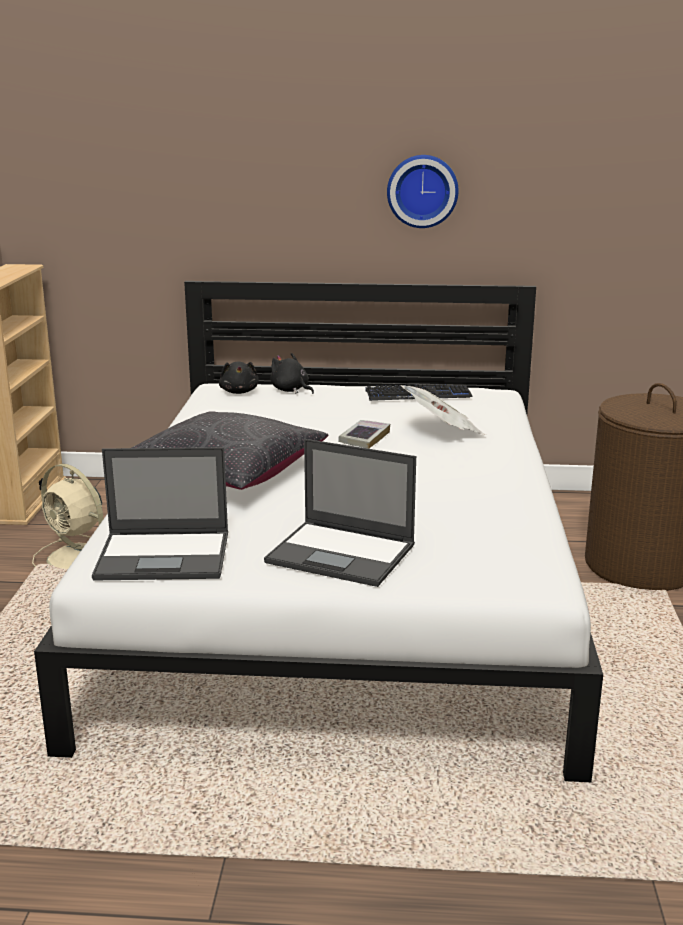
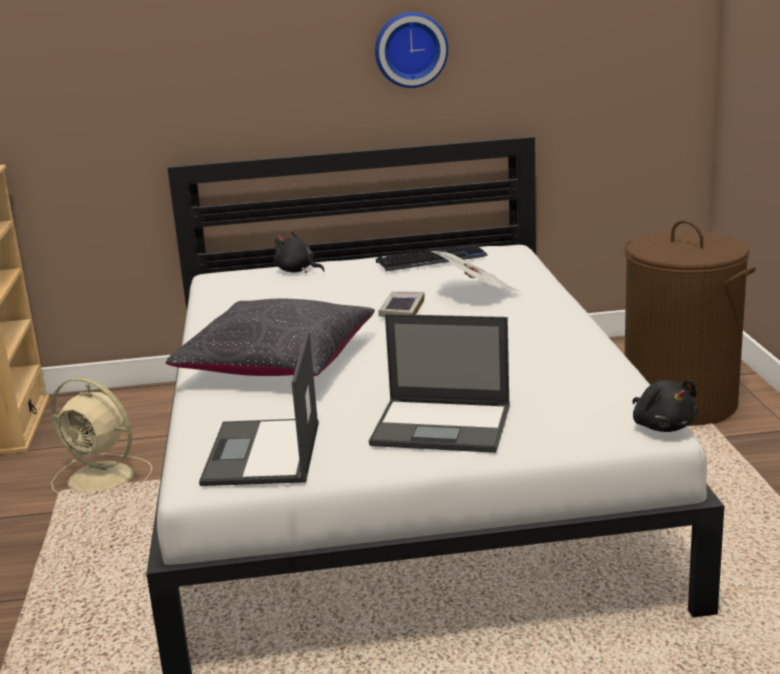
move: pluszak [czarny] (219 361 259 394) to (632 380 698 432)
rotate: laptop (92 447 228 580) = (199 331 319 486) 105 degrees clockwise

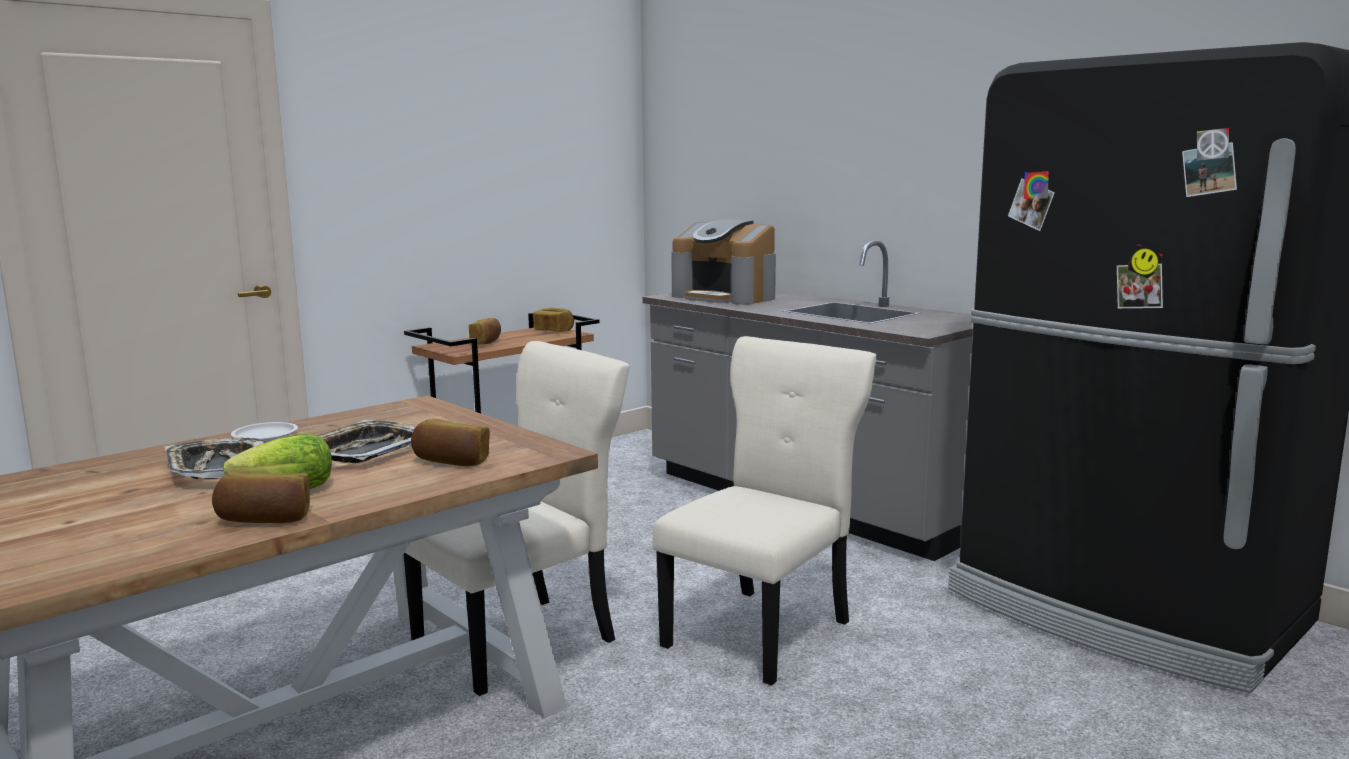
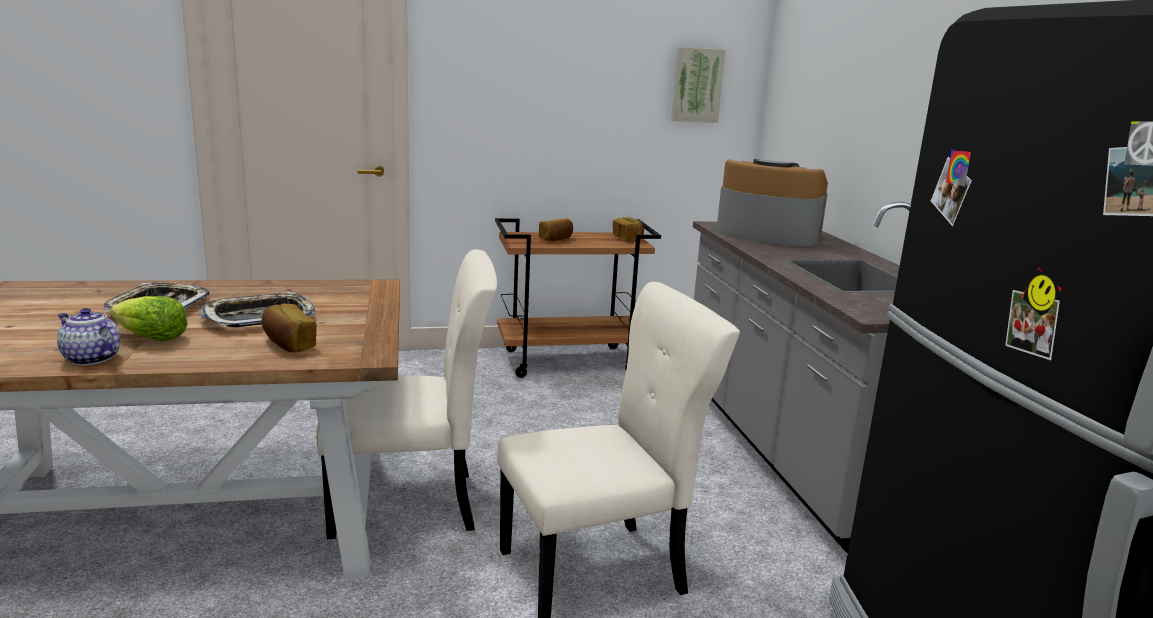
delete: talerz [biały] (231 422 298 442)
insert: obraz (671 47 726 123)
replace: chleb (212 471 310 523) to imbryk (57 308 120 365)
rotate: ekspres do kawy (671 219 776 305) = (716 159 828 246) 135 degrees clockwise

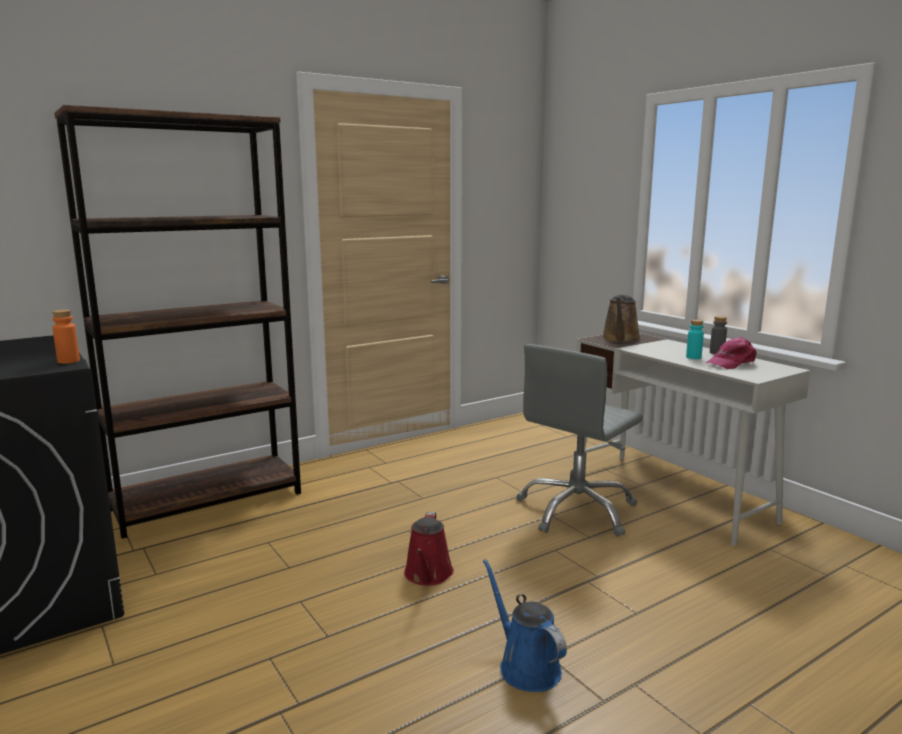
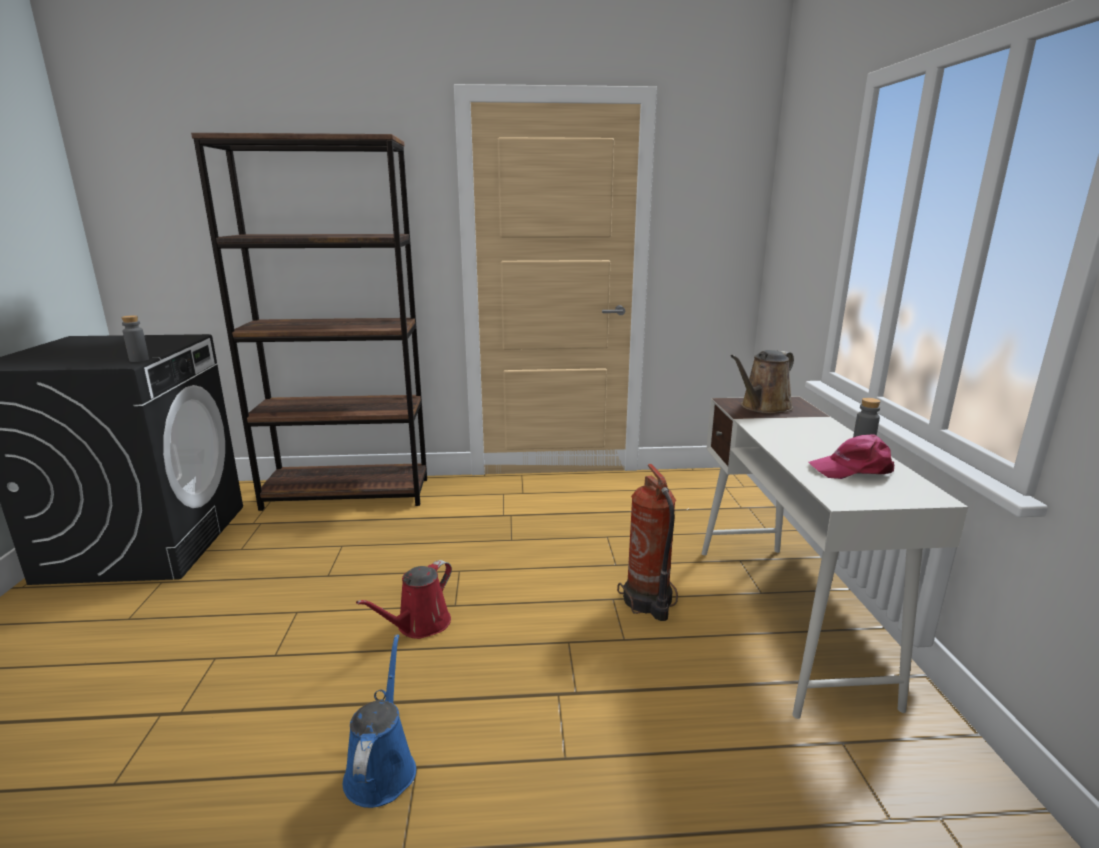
delete: butelka [turkusowy] (686 320 704 359)
replace: krzesło biurowe [szary] (516 344 643 537) to gaśnica (617 464 678 621)
recolor: butelka [pomarańczowy] (52 309 80 364) to butelka [szary] (121 315 149 362)

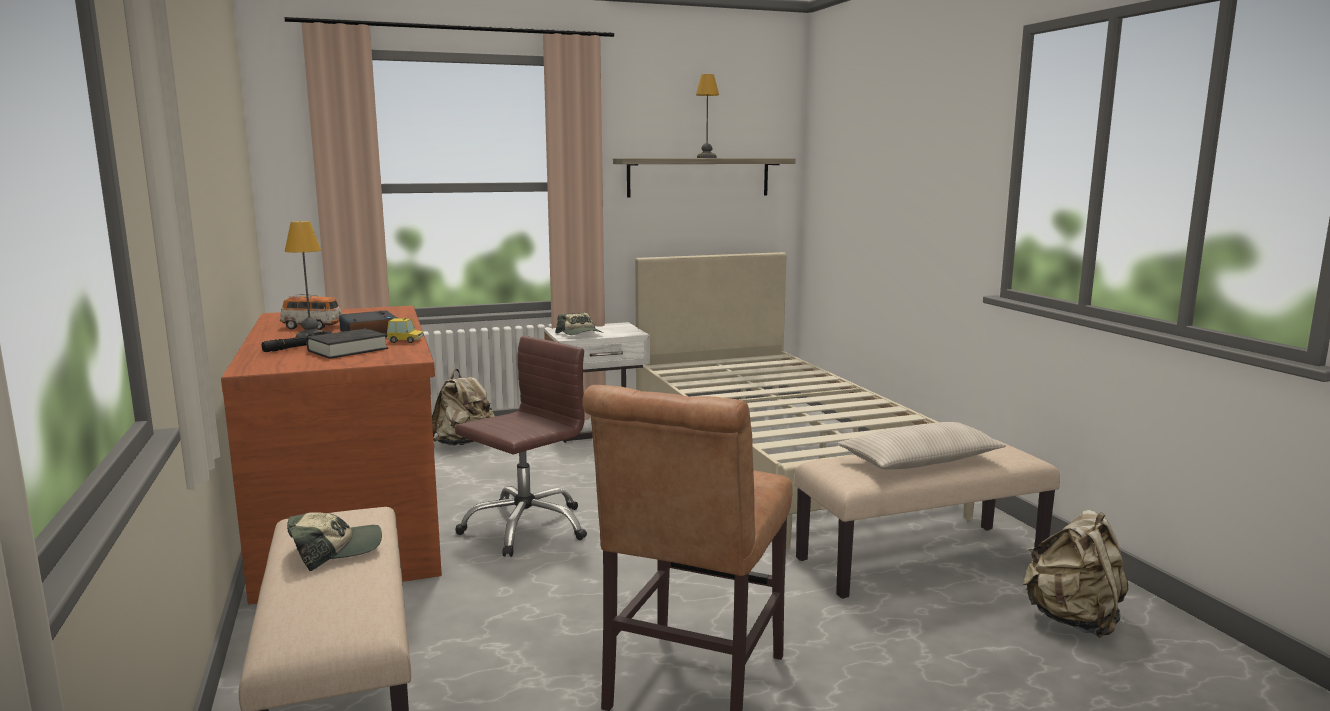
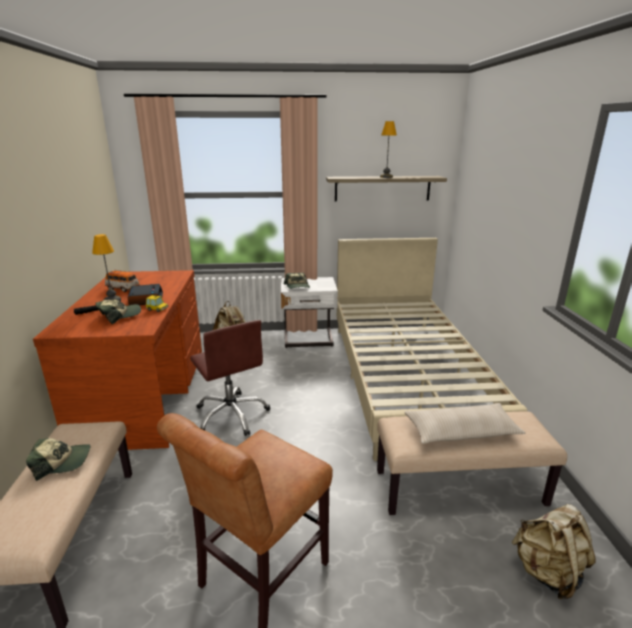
replace: książka [czarny] (306 328 388 359) to czapka z daszkiem (96 300 141 324)
rotate: krzesło biurowe [brązowy] (455 336 587 557) = (190 320 270 436) 90 degrees clockwise

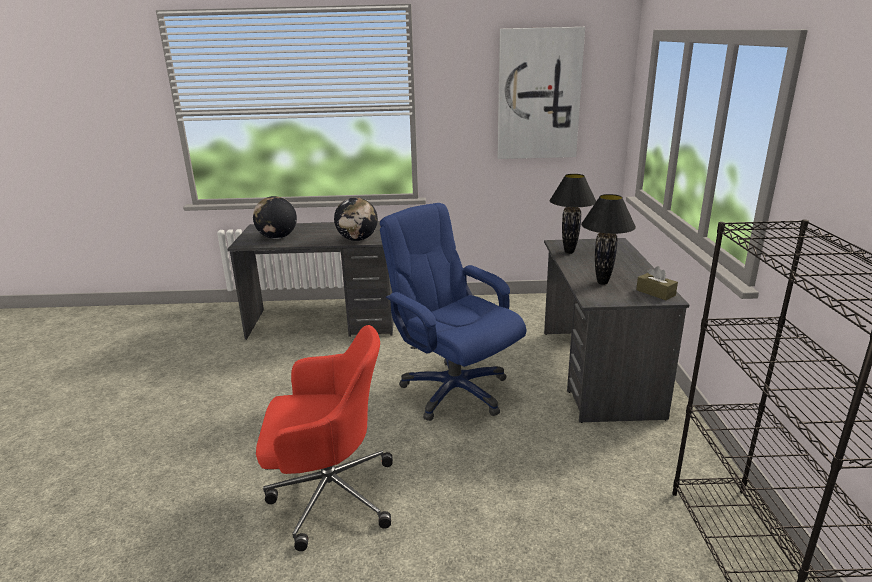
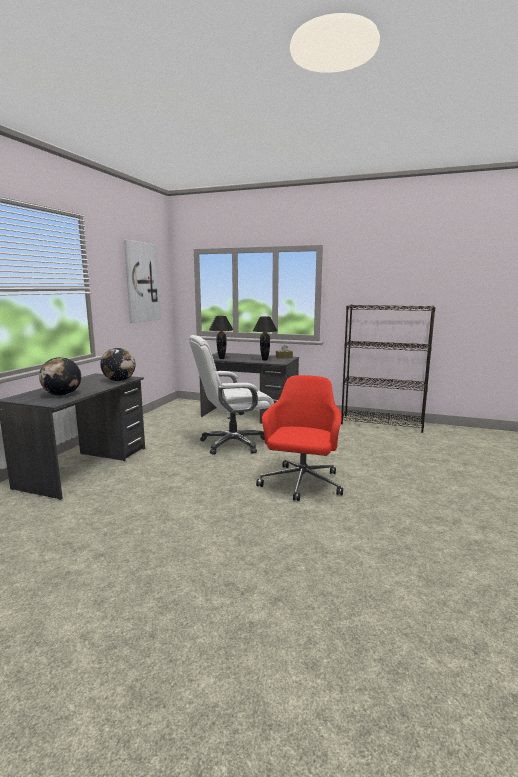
recolor: krzesło biurowe [niebieski] (380 203 526 421) to krzesło biurowe [biały] (189 335 274 455)

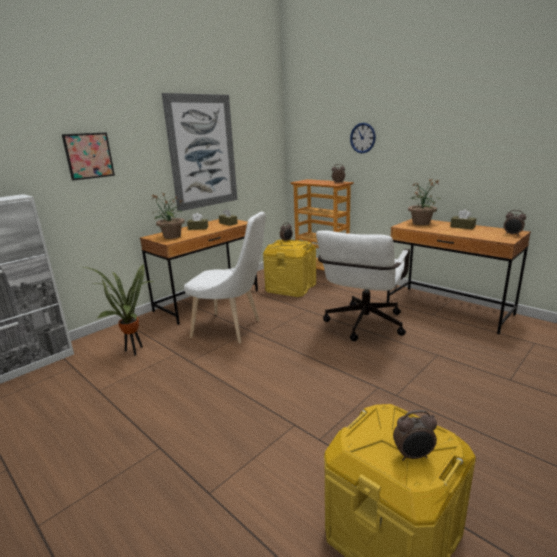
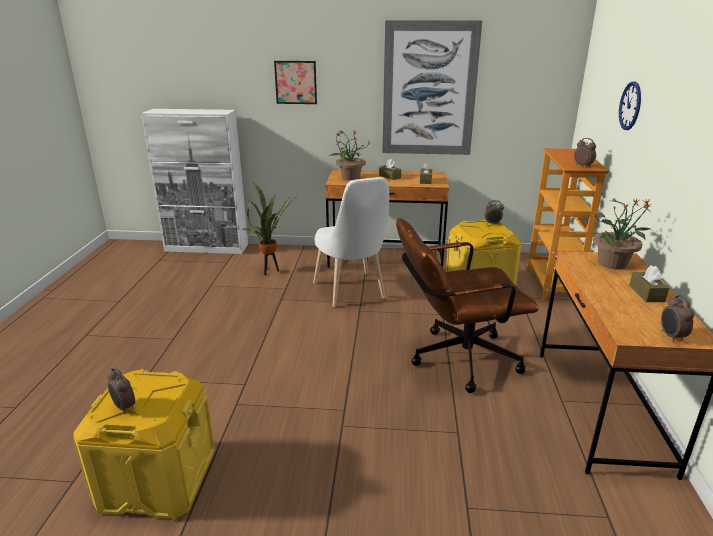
recolor: krzesło biurowe [biały] (316 230 410 341) to krzesło biurowe [brązowy] (396 218 539 393)

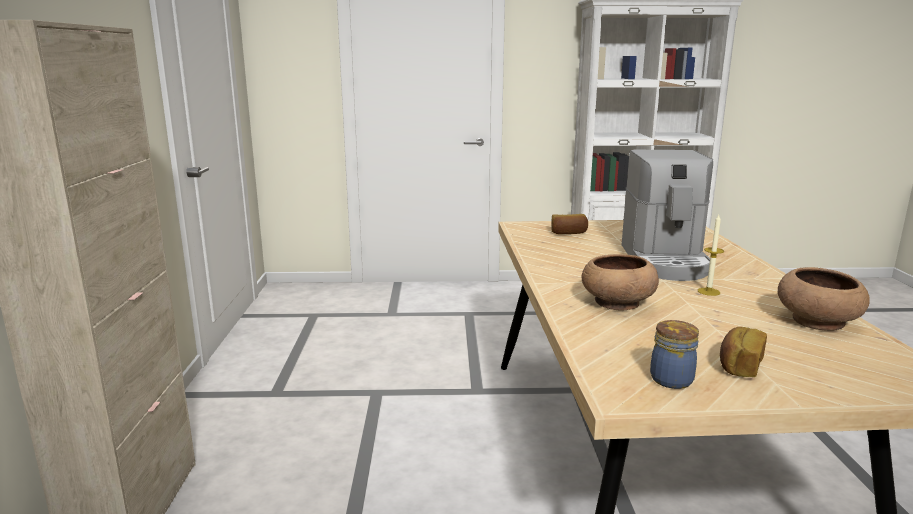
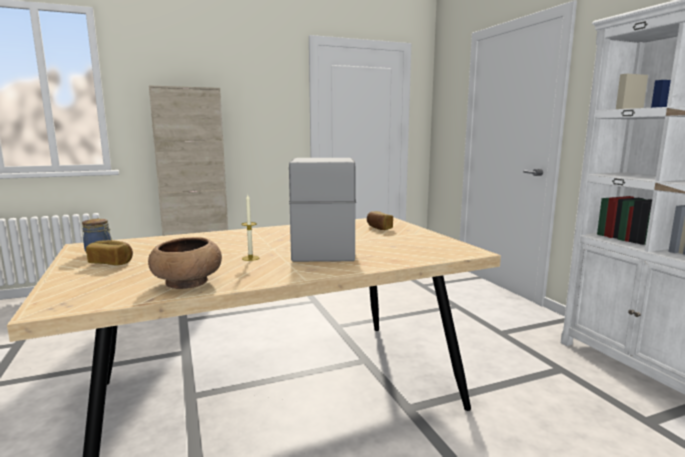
delete: miska [brązowy] (581 254 659 310)
rotate: ekspres do kawy (622 150 713 281) = (289 158 356 262) 105 degrees clockwise

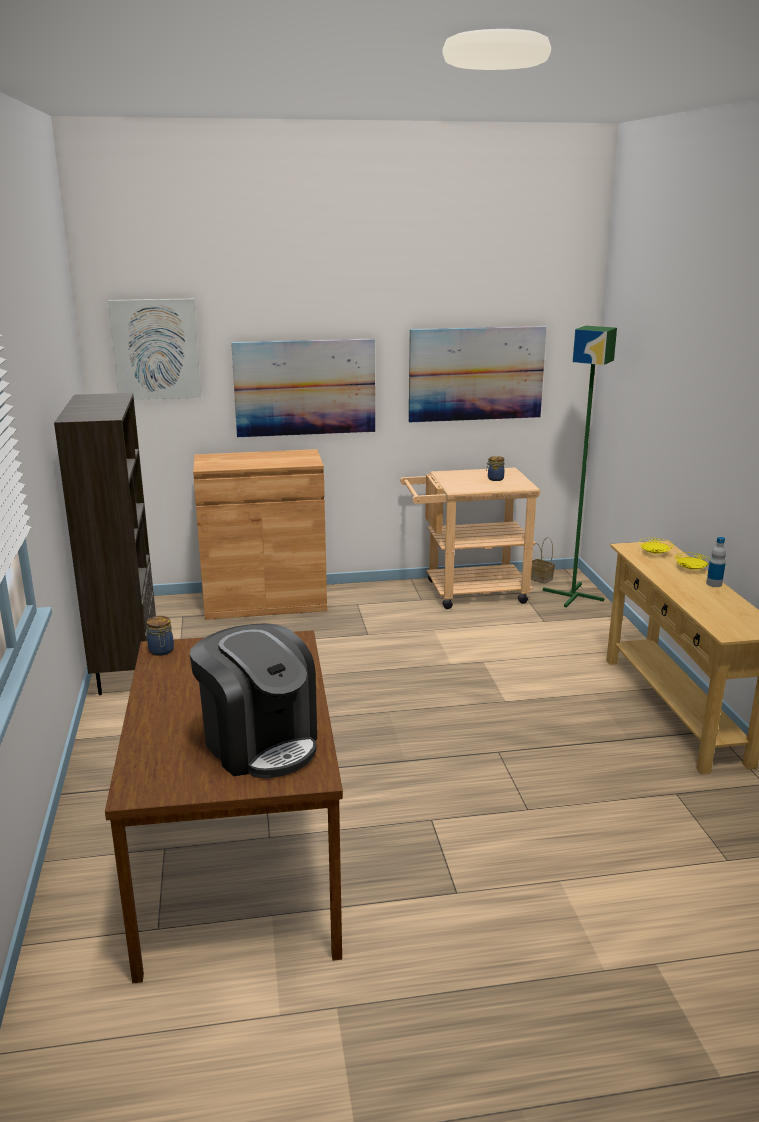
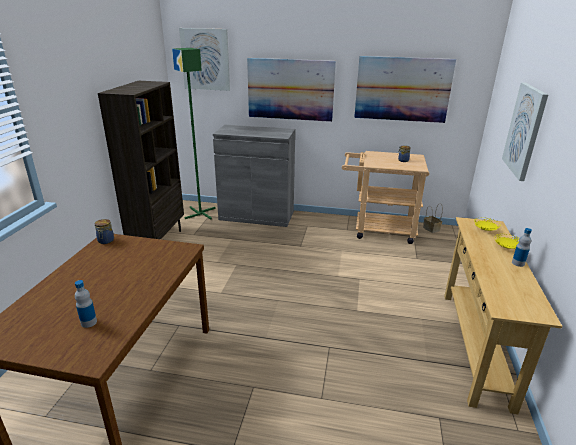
insert: obraz (502 82 548 181)
move: lampa stojąca [zielony] (543 326 617 608) to (172 48 216 220)
replace: ekspres do kawy (189 623 317 778) to butelka (75 280 97 328)
recolor: szafka [brązowy] (193 449 327 620) to szafka [szary] (213 125 295 227)

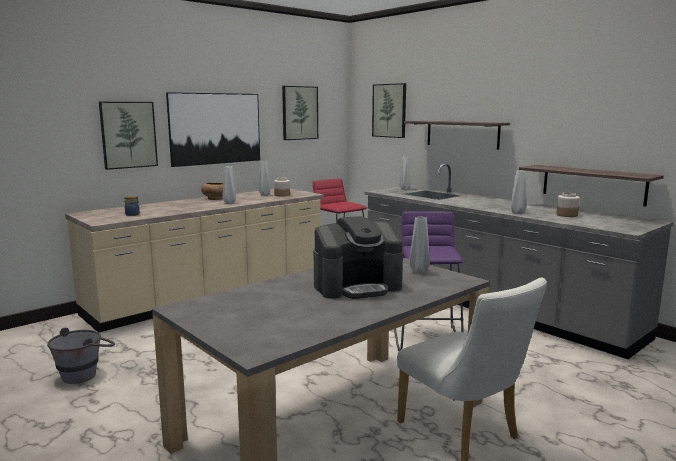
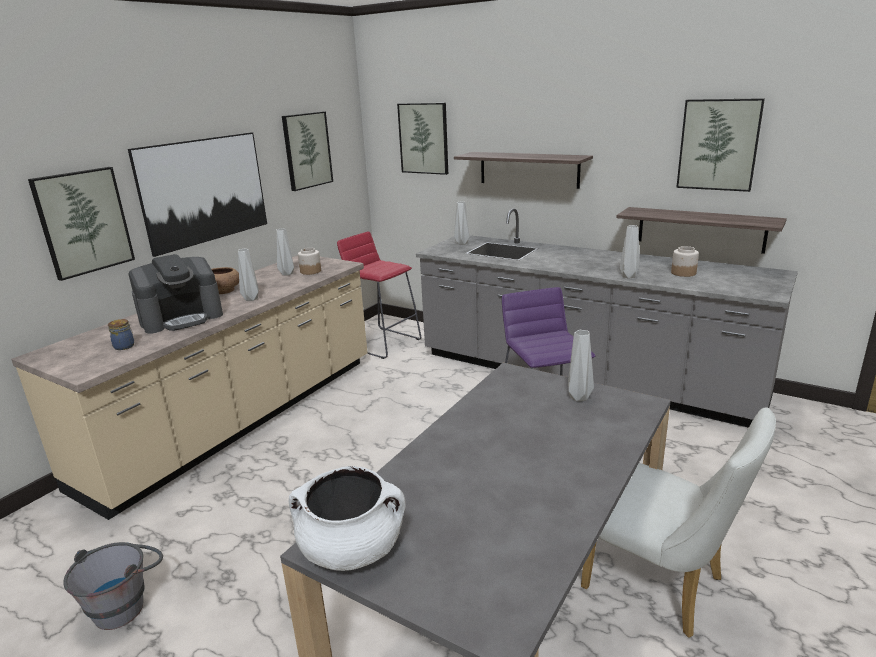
insert: garnek [biały] (289 466 406 571); obraz (676 98 765 192)
move: ekspres do kawy (314 216 403 299) to (129 254 223 334)

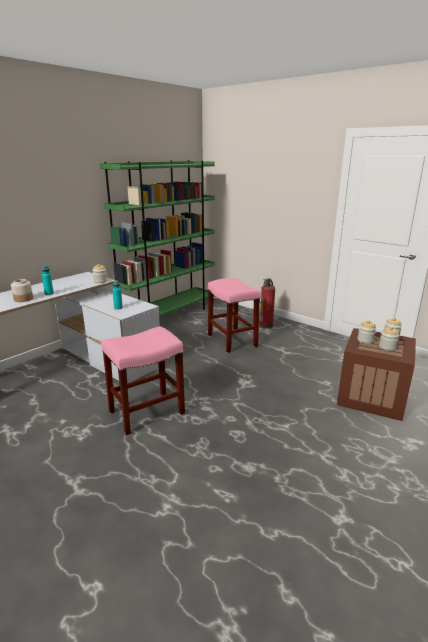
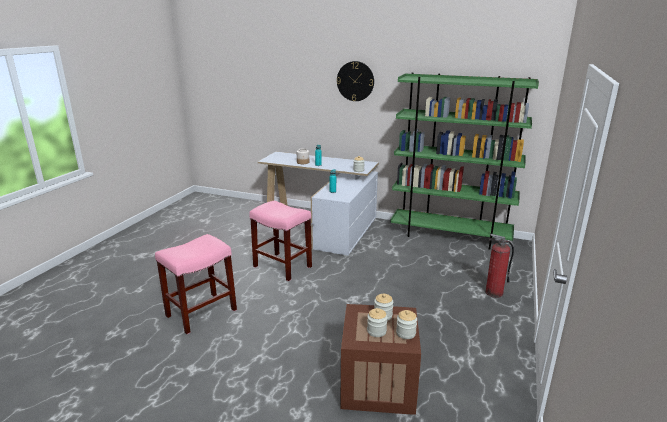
insert: zegar ścienny (337 61 374 101)
move: stołek [różowy] (208 278 261 353) to (155 234 237 334)

